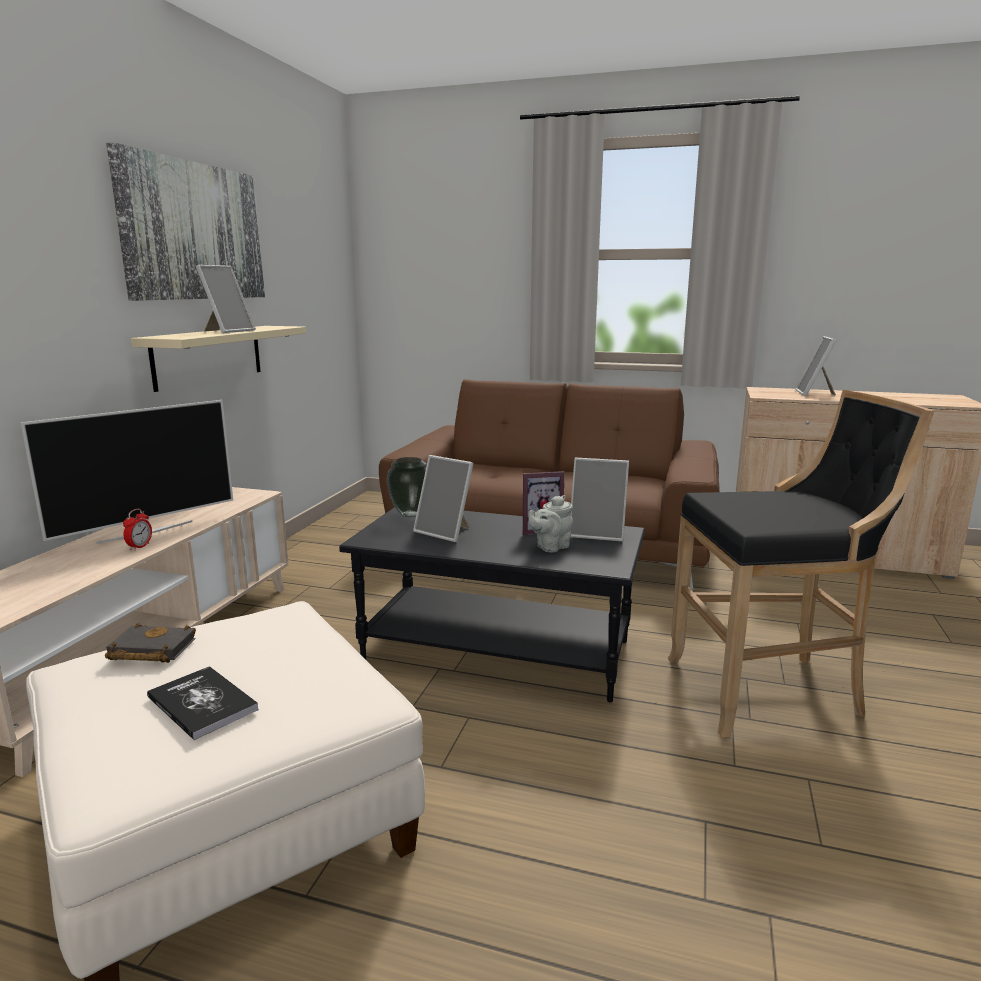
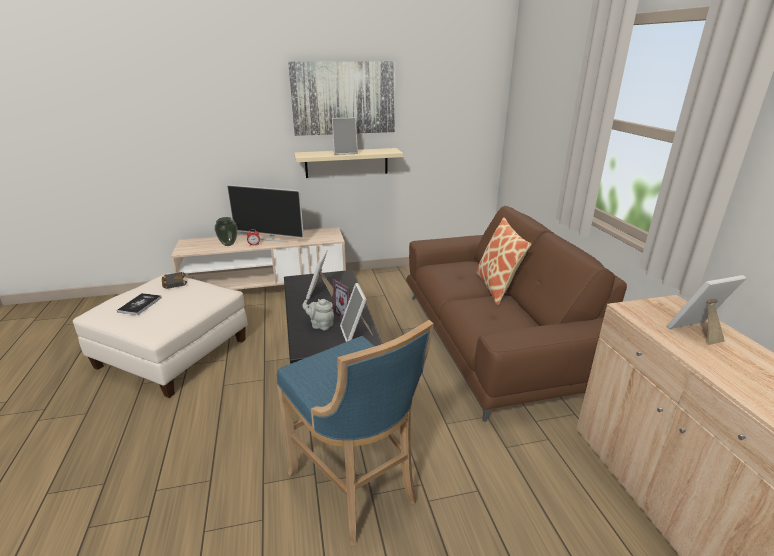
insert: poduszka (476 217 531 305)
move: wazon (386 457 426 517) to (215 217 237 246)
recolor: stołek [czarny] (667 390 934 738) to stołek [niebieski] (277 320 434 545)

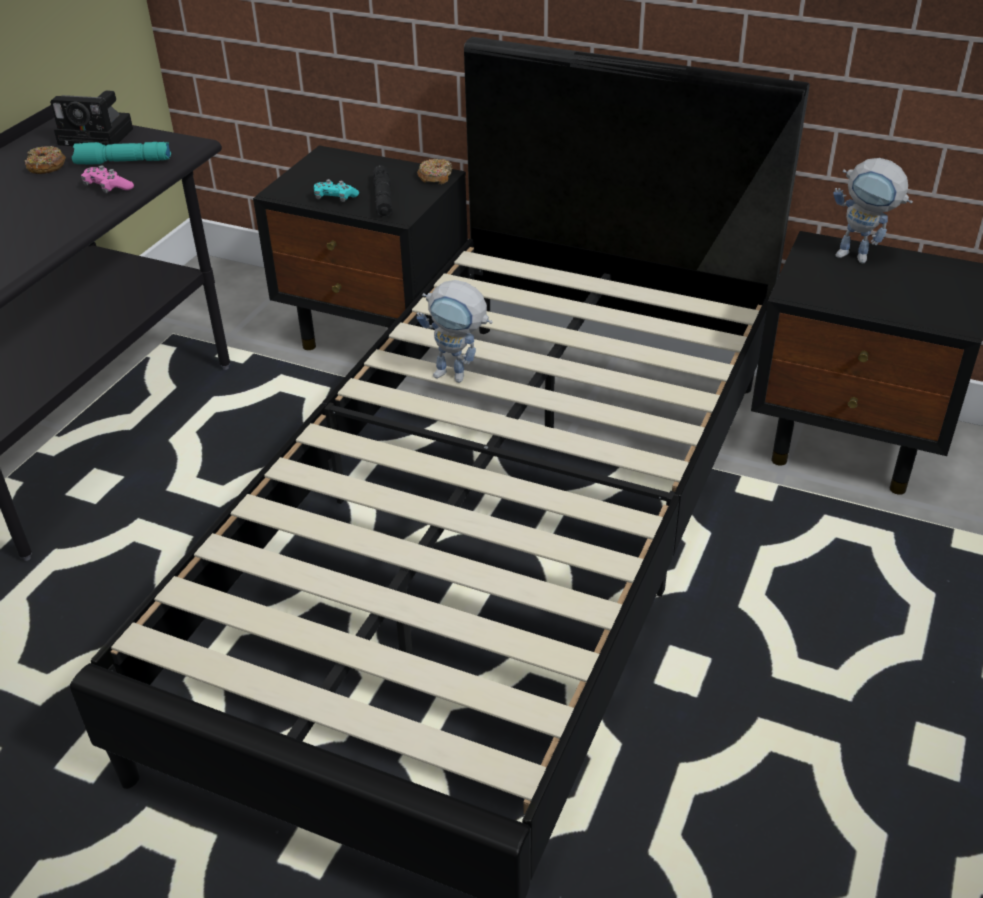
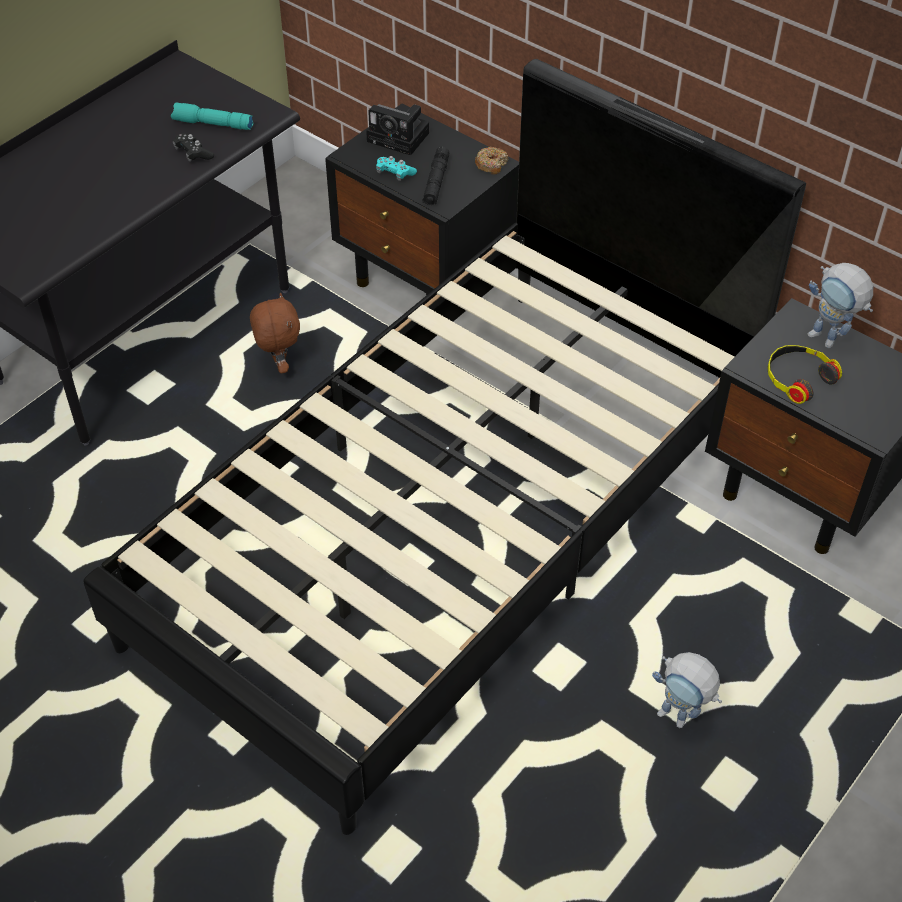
delete: donut (24 146 66 174)
insert: pluszak [brązowy] (250 293 300 373); słuchawki (767 345 842 404)
move: aparat fotograficzny (50 90 133 146) to (366 104 429 155); robot zabawkowy (417 280 492 383) to (652 652 722 728)
recolor: pad do gier [różowy] (81 165 134 193) to pad do gier [czarny] (173 133 214 162)

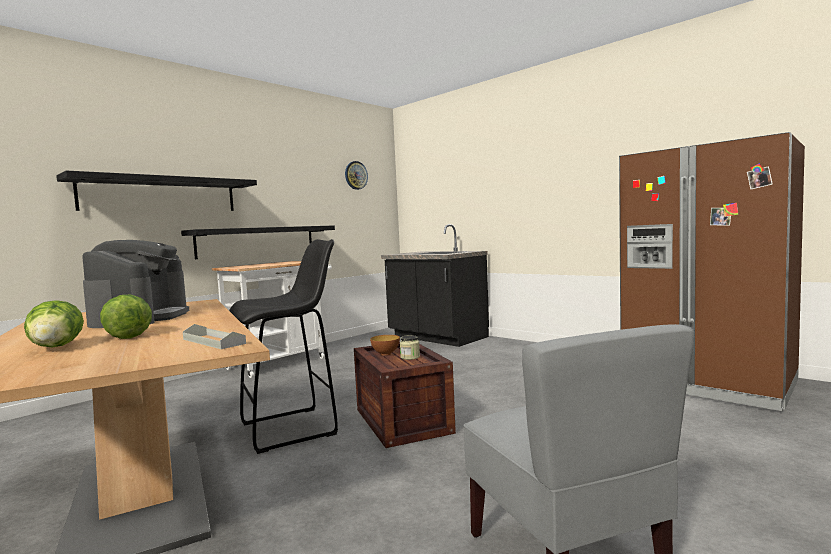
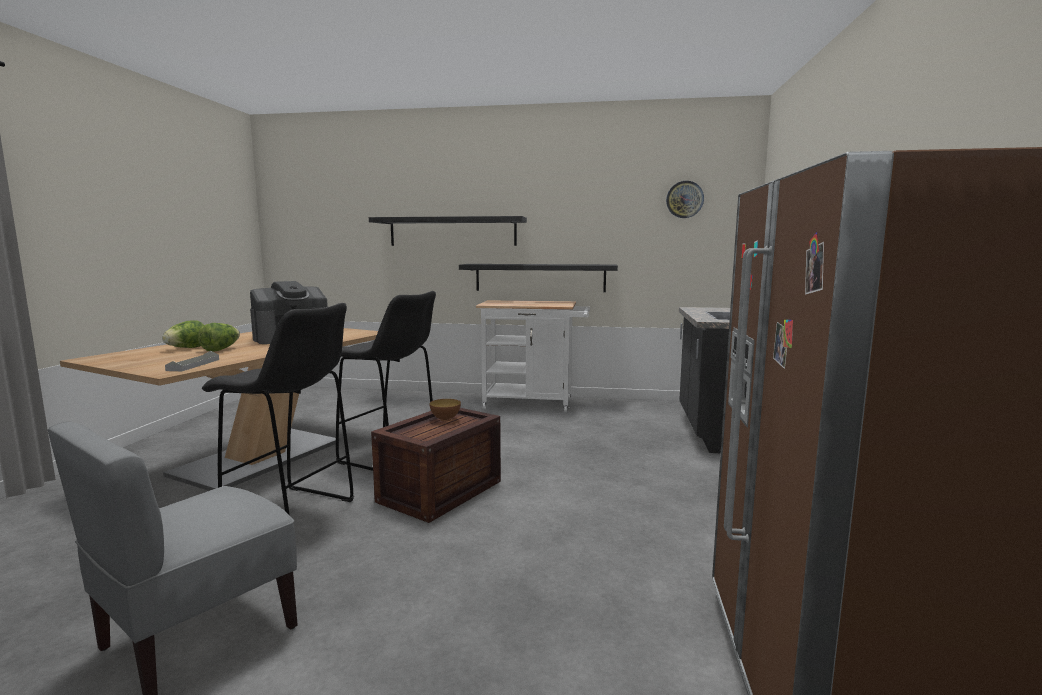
delete: słoik (400 335 420 360)
insert: stołek [czarny] (202 303 354 515)

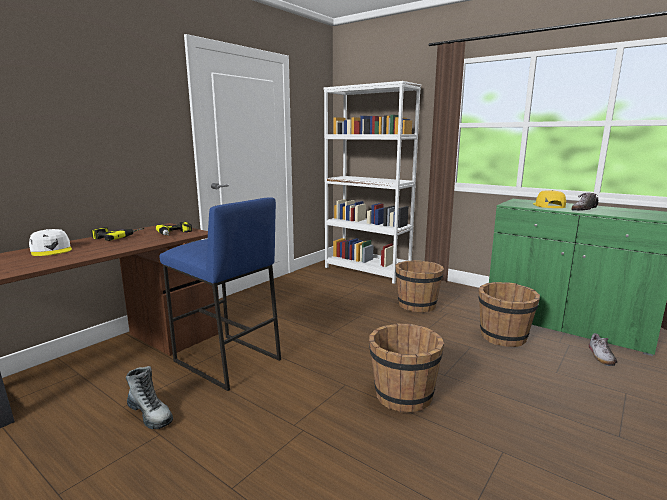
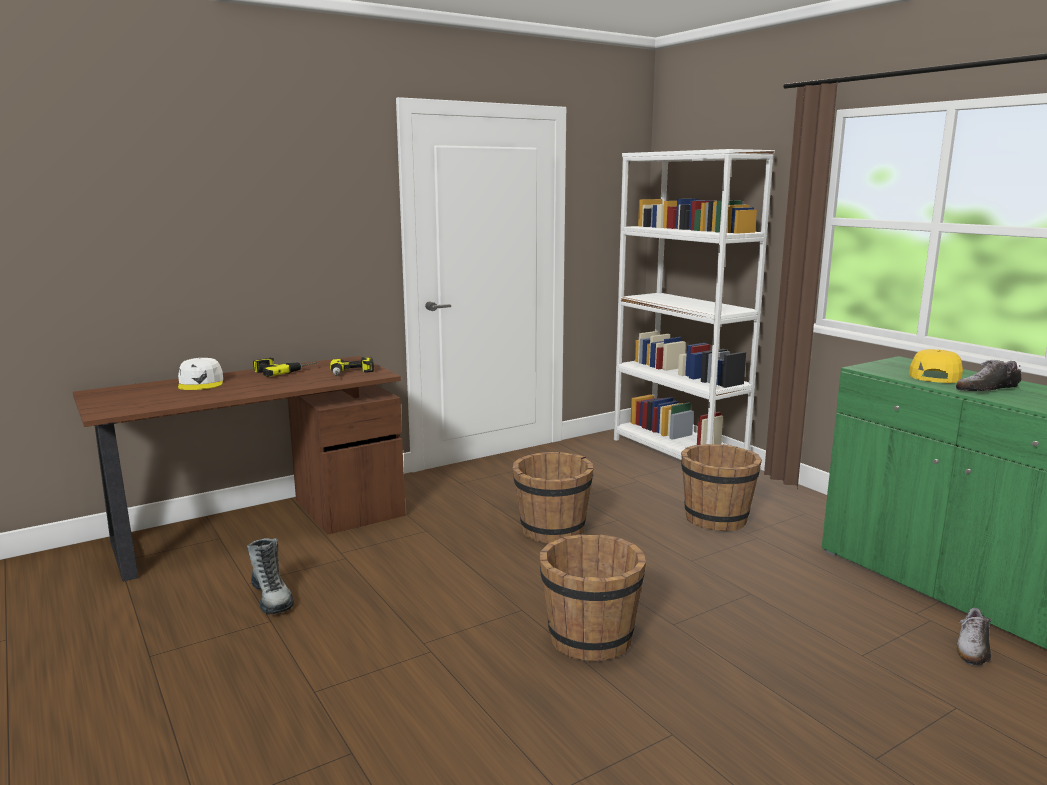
delete: stołek [niebieski] (160 197 281 391)
move: wiadro [brązowy] (478 282 540 347) to (513 452 593 544)

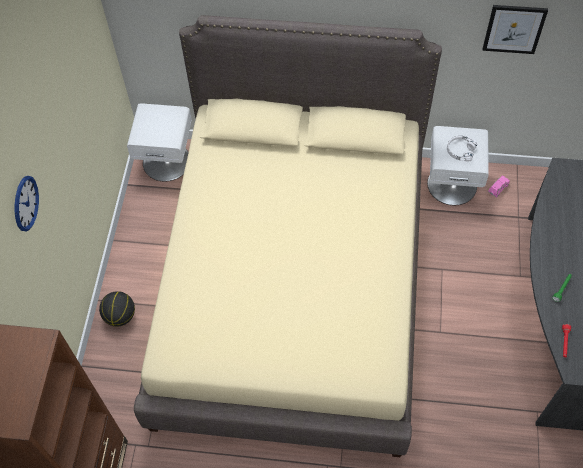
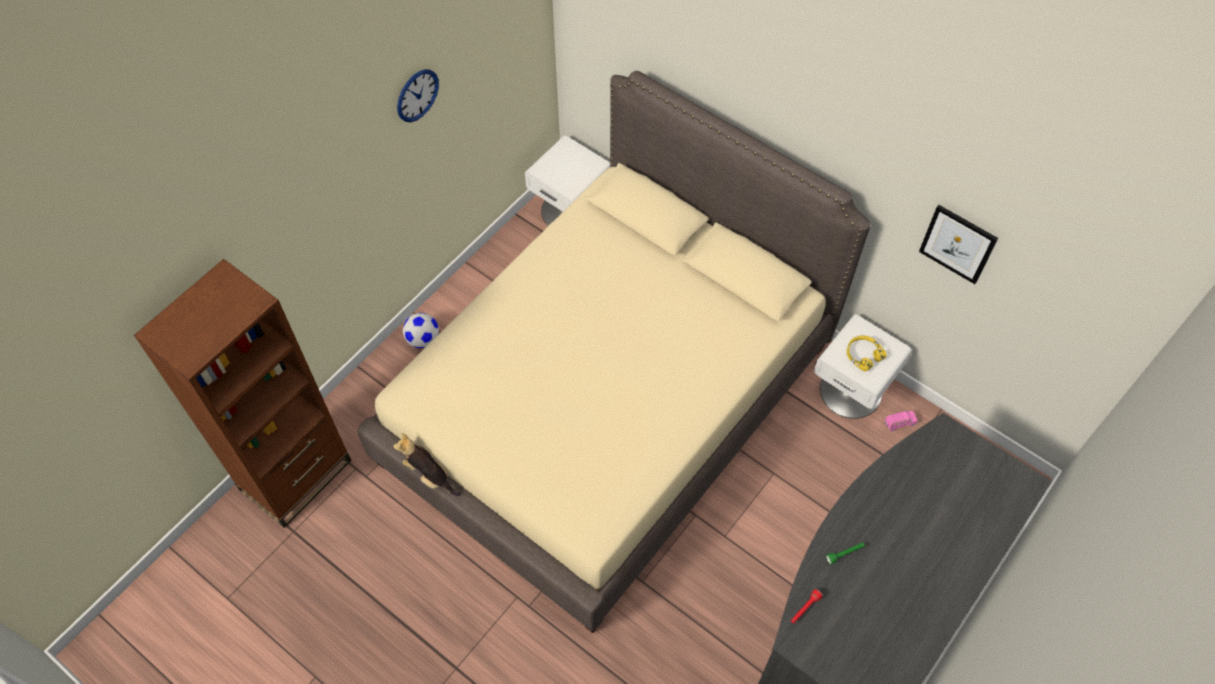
insert: pluszak (393 433 461 496)
move: zegar ścienny (15 176 39 232) to (397 69 439 122)
replace: piłka do koszykówki (99 291 135 327) to piłka futbolowa (403 313 439 348)
recolor: słuchawki [biały] (447 135 478 162) to słuchawki [żółty] (847 335 887 371)

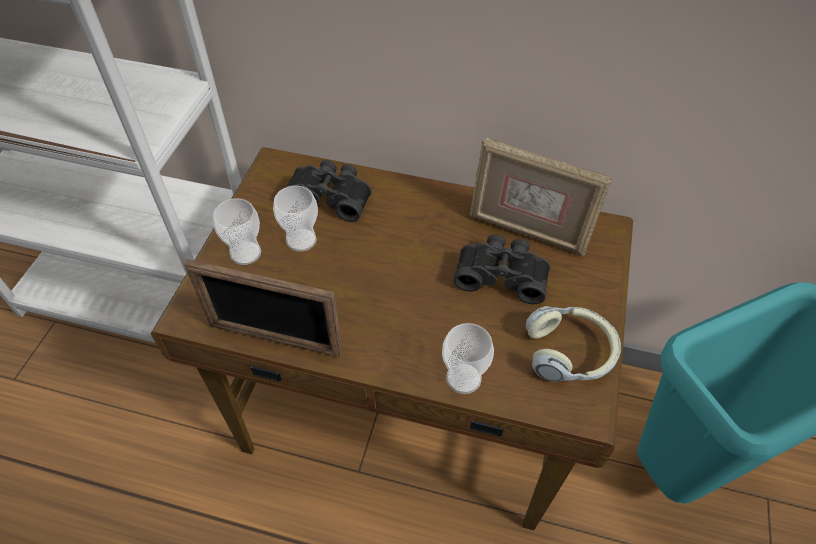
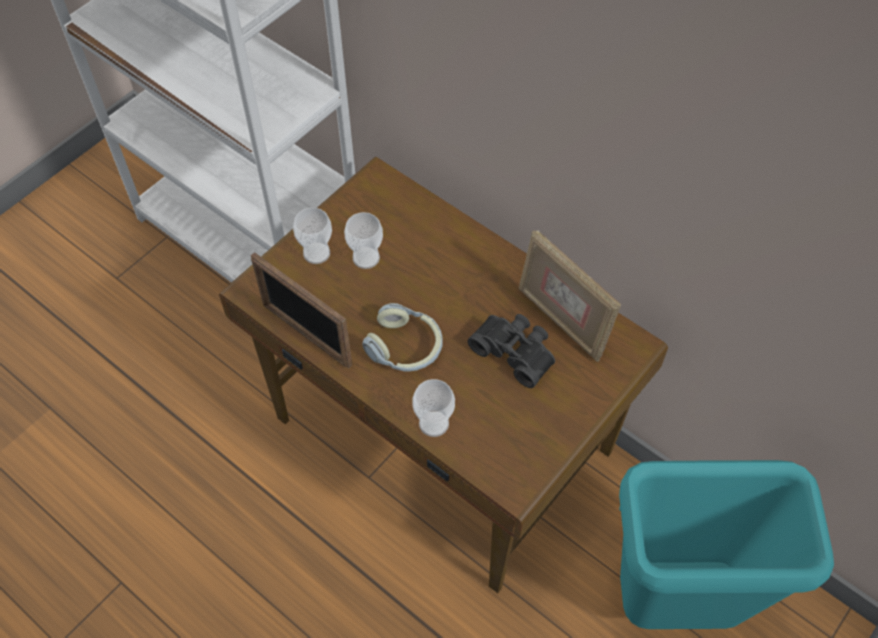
delete: lornetka [czarny] (285 160 372 222)
move: słuchawki (526 306 621 382) to (362 303 443 372)

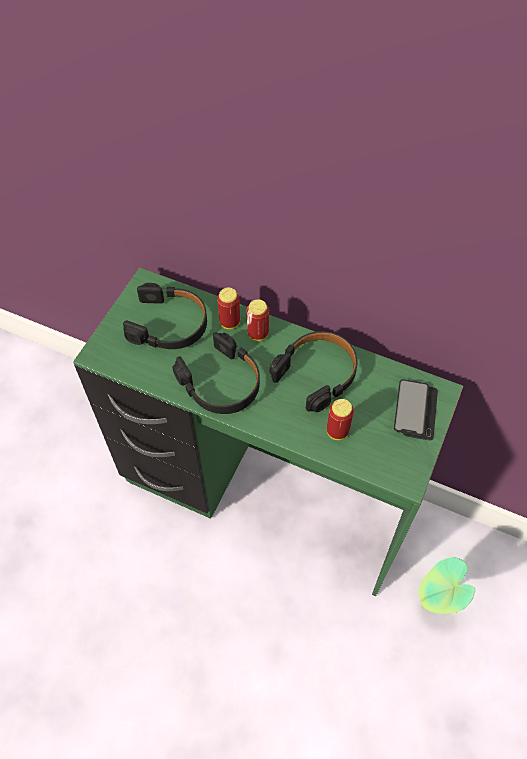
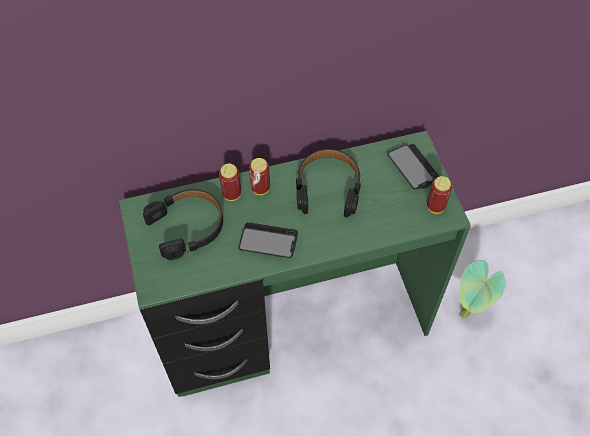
move: puszka (327 399 354 440) to (427 176 452 214)
replace: słuchawki [czarny] (172 332 260 414) to telefon (238 222 298 258)

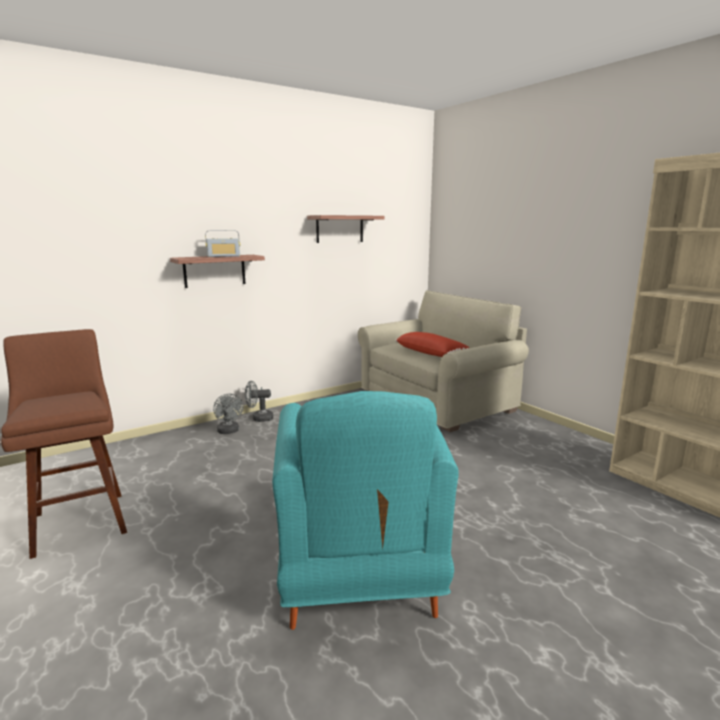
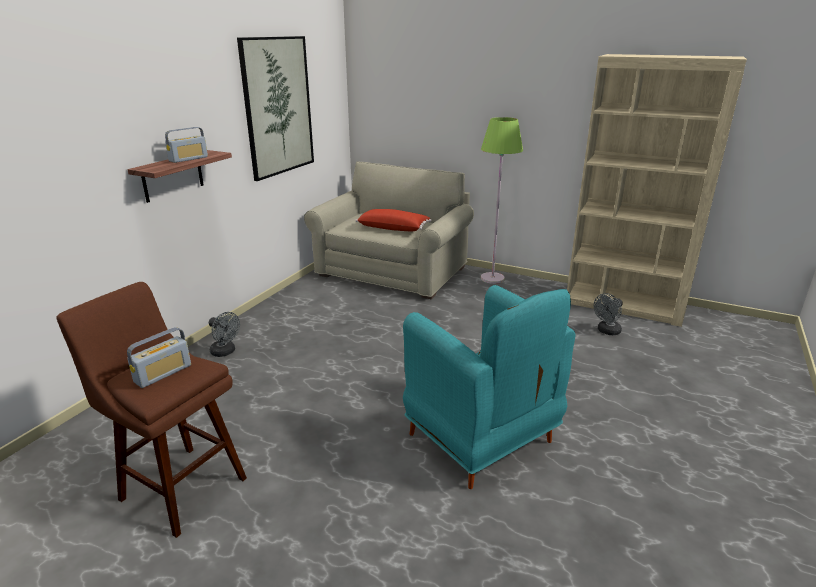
insert: radio (127 327 191 388); lampa stojąca [zielony] (481 117 523 284)
move: wentylator [szary] (245 381 273 422) to (594 293 623 335)
replace: półka (307 215 384 243) to obraz (237 36 314 181)

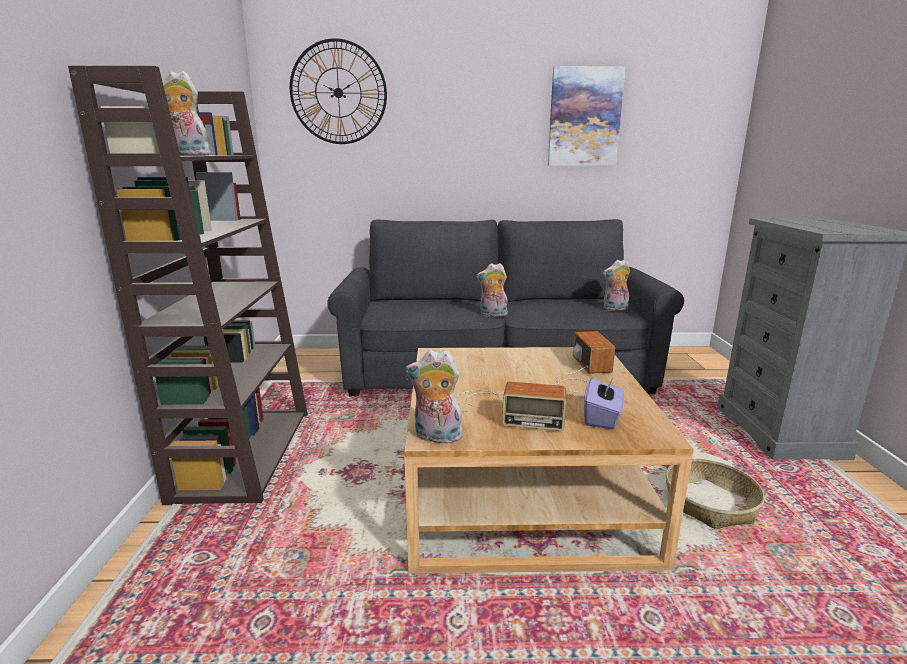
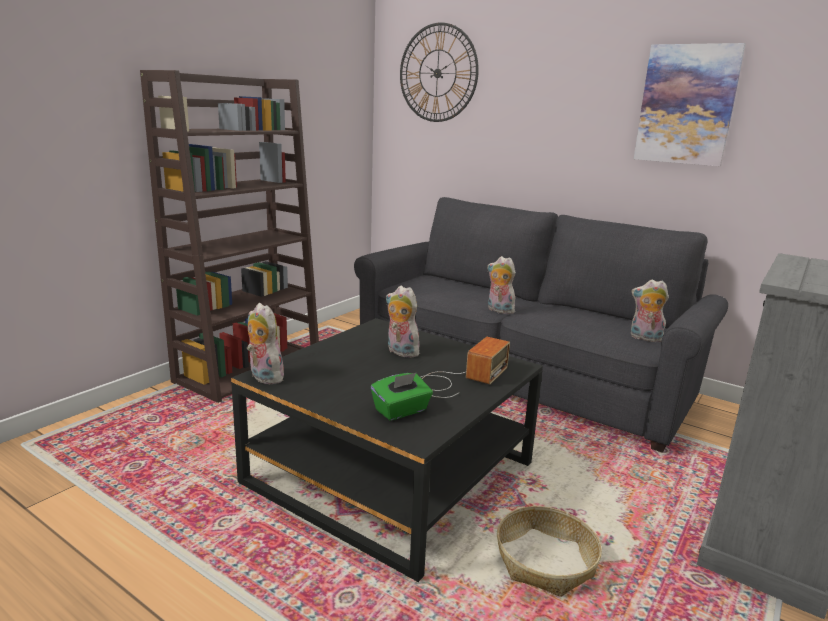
delete: radio (456 381 566 431)
move: pluszak (163 71 213 155) to (386 286 421 358)
recolor: ława [beżowy] (404 347 694 574) to ława [czarny] (231 318 543 582); pudełko chusteczek [fioletowy] (584 378 624 430) to pudełko chusteczek [zielony] (371 373 433 420)

